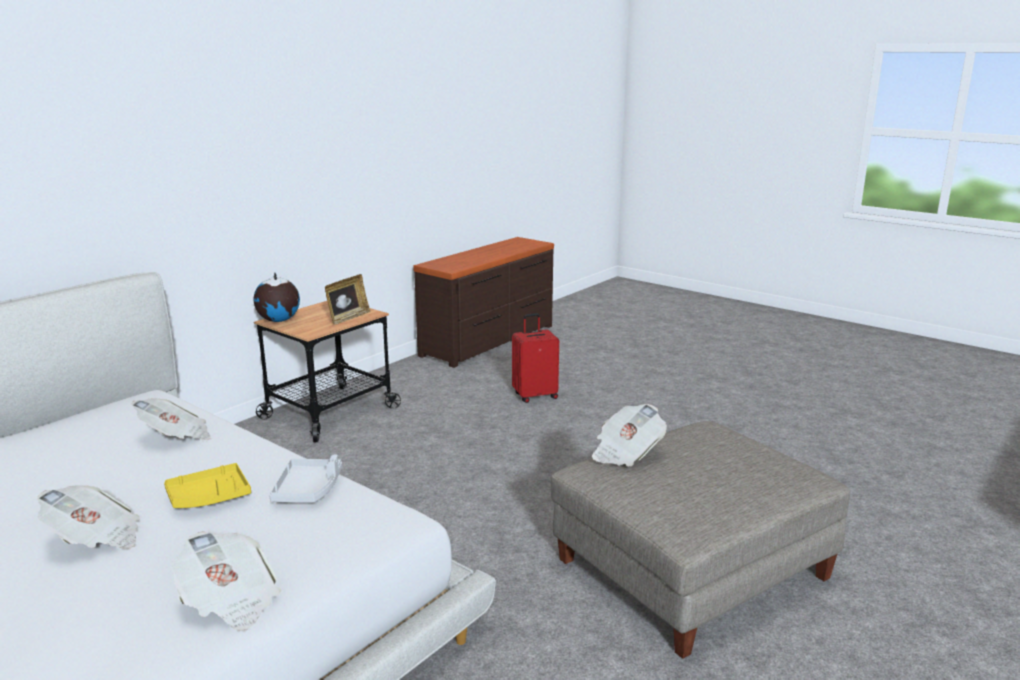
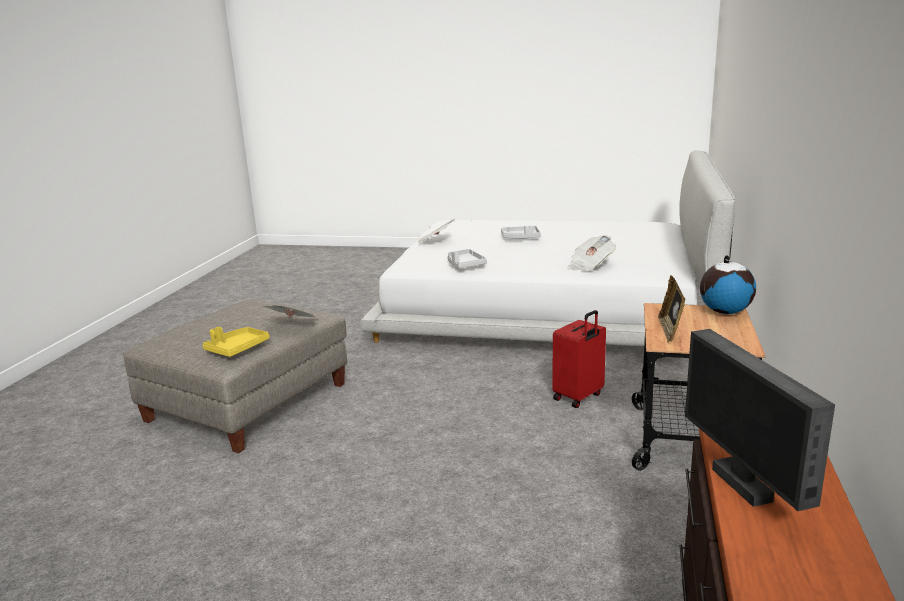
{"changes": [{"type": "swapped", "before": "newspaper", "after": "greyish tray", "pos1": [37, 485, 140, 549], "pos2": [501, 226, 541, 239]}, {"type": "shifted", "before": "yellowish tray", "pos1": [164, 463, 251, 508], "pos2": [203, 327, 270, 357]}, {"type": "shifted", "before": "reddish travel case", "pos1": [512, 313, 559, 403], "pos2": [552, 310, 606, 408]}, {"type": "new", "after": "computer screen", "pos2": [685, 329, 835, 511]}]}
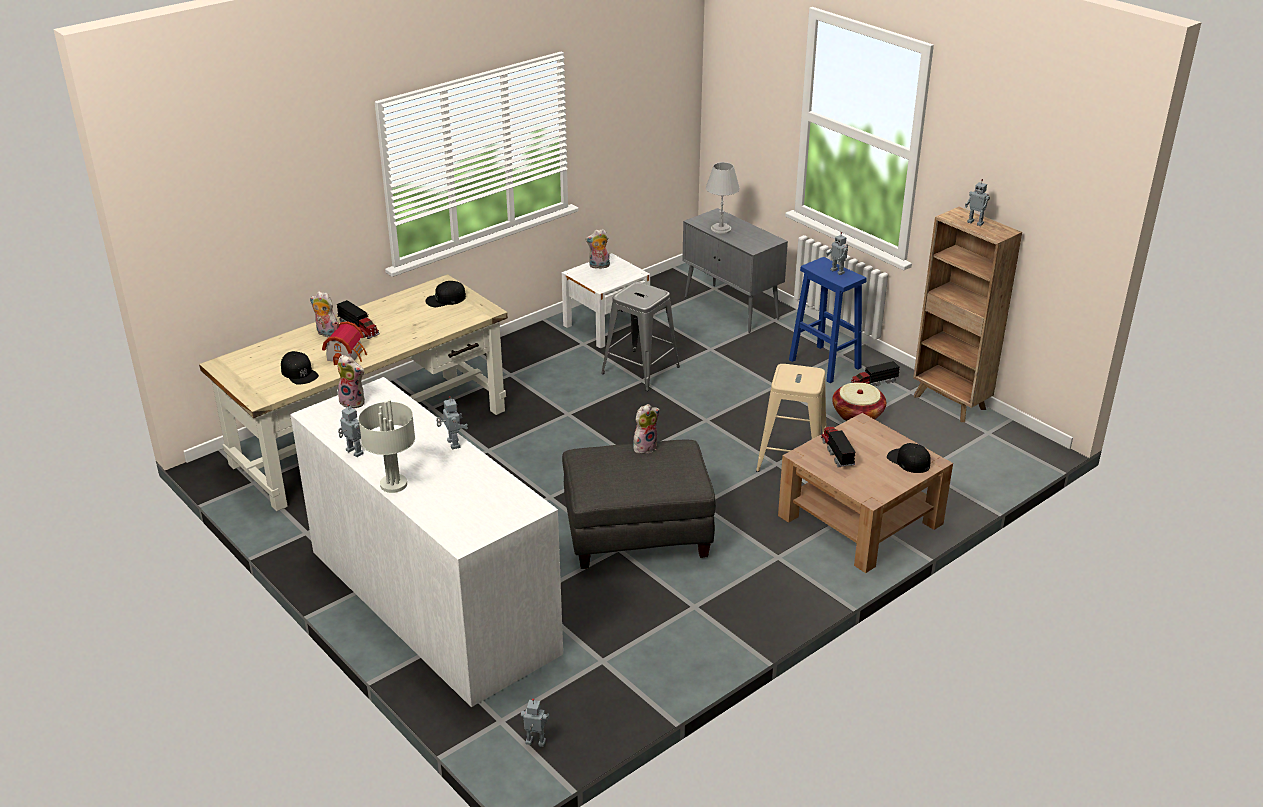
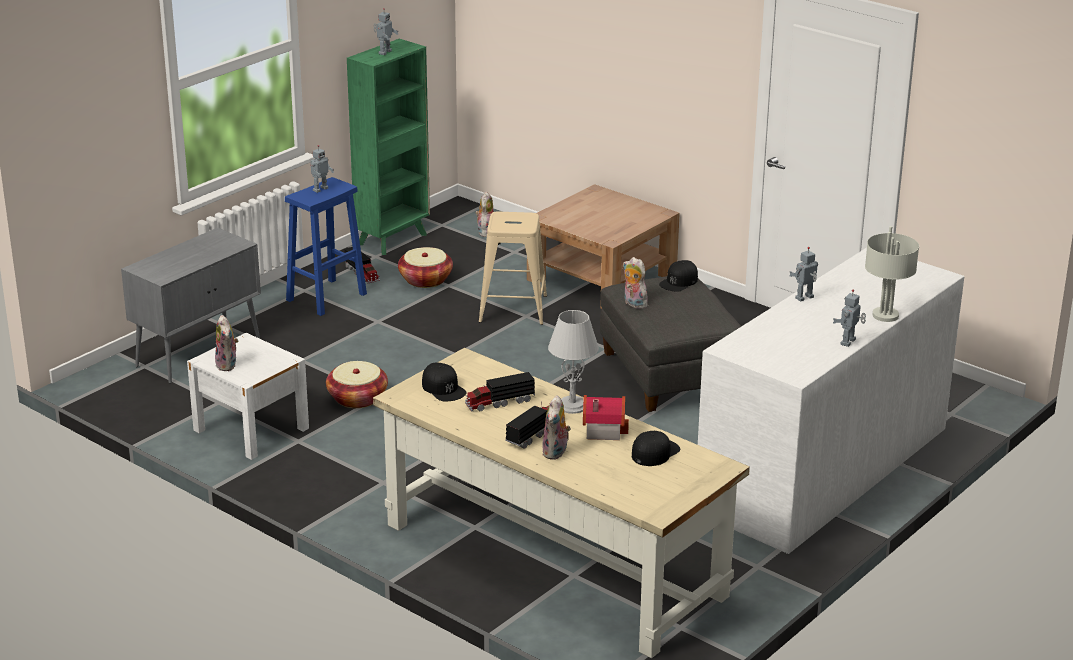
{"changes": [{"type": "shifted", "before": "cuddly toy", "pos1": [337, 355, 365, 409], "pos2": [475, 191, 494, 237]}, {"type": "gone", "before": "toy robot", "pos1": [521, 698, 550, 747]}, {"type": "swapped", "before": "greyish stool", "after": "household basket", "pos1": [601, 282, 680, 391], "pos2": [326, 361, 388, 408]}, {"type": "shifted", "before": "greyish tabletop lamp", "pos1": [706, 162, 740, 234], "pos2": [548, 310, 599, 414]}, {"type": "shifted", "before": "toy lorry", "pos1": [821, 427, 855, 467], "pos2": [465, 372, 535, 412]}, {"type": "shifted", "before": "black baseball cap", "pos1": [887, 443, 931, 473], "pos2": [659, 260, 698, 292]}, {"type": "repainted", "before": "brown-coloured bookshelf", "after": "green bookshelf", "pos1": [913, 207, 1022, 422], "pos2": [347, 39, 430, 255]}]}
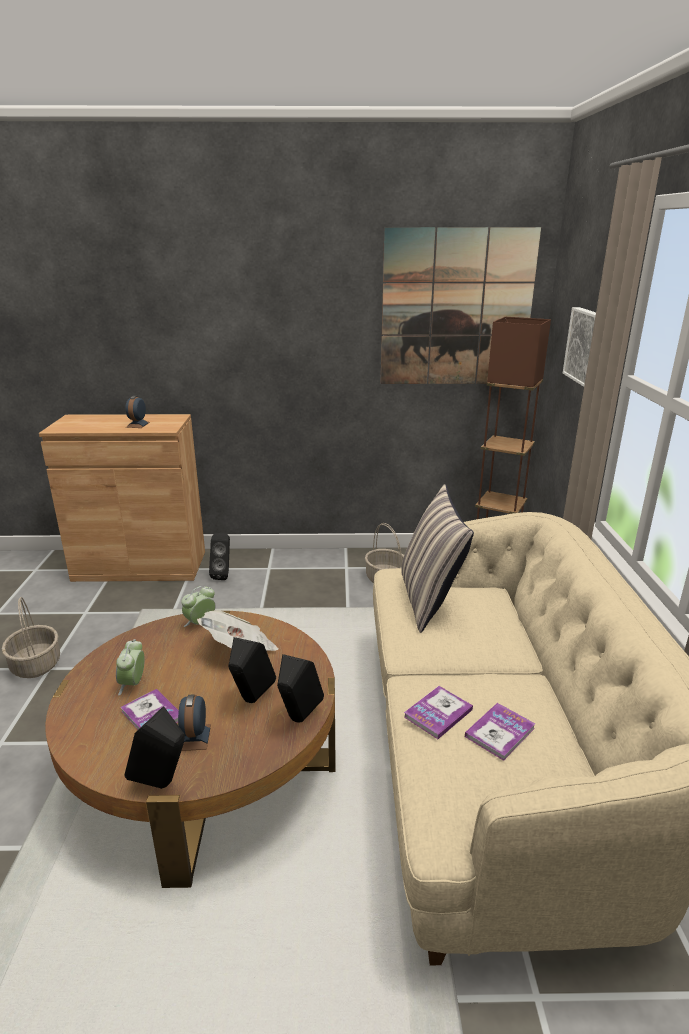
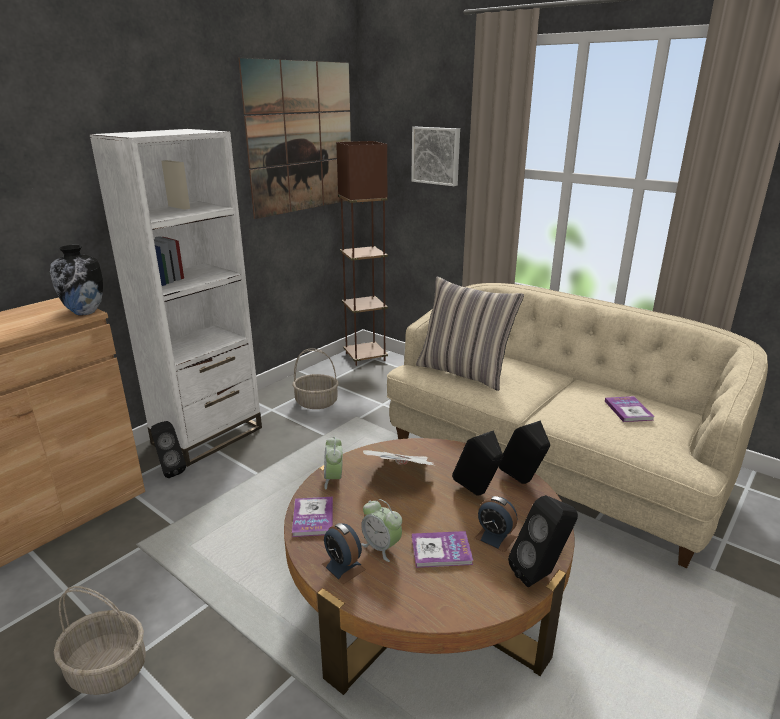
{"changes": [{"type": "shifted", "before": "alarm clock", "pos1": [125, 396, 150, 428], "pos2": [322, 523, 366, 584]}, {"type": "shifted", "before": "book", "pos1": [404, 686, 473, 739], "pos2": [292, 497, 333, 537]}, {"type": "new", "after": "decorative vase", "pos2": [50, 245, 103, 315]}, {"type": "new", "after": "white bookshelf", "pos2": [89, 129, 262, 467]}]}
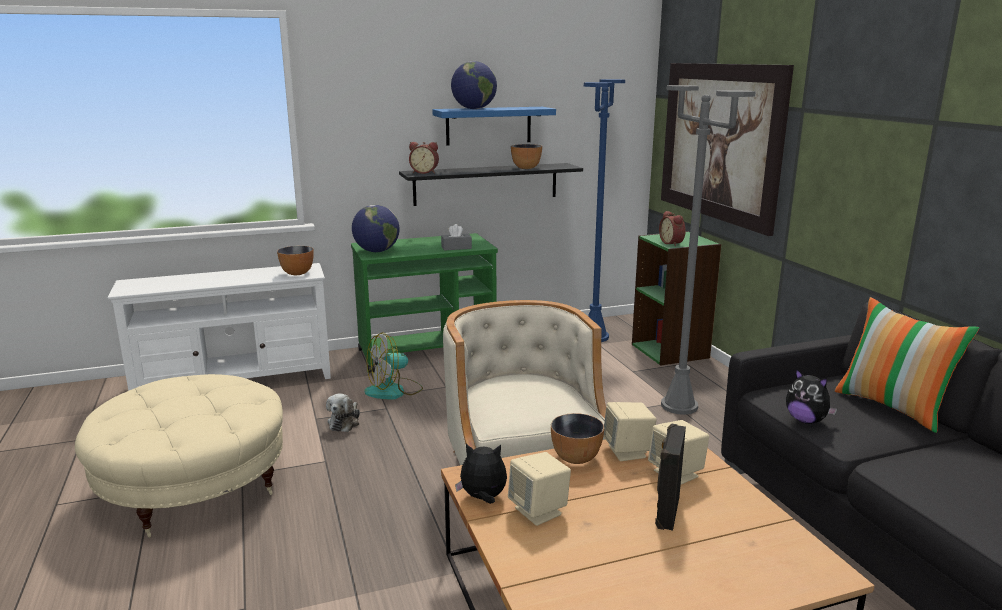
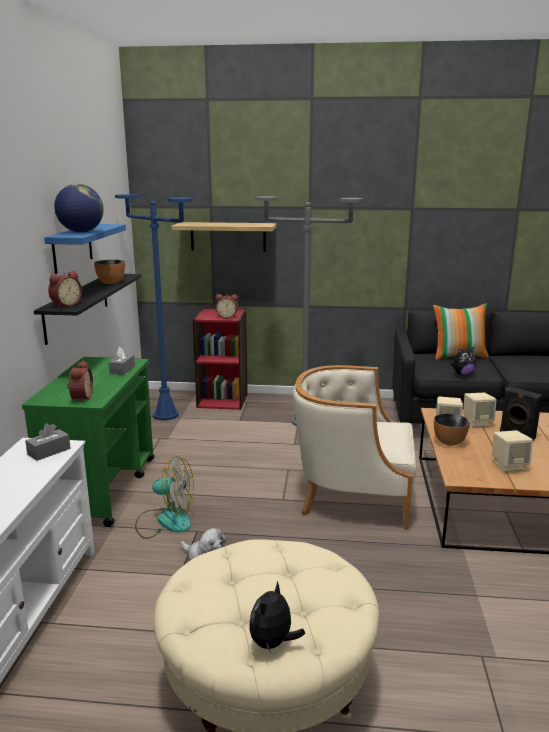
{"changes": [{"type": "swapped", "before": "deep dish", "after": "greyish tissue holder", "pos1": [277, 246, 314, 275], "pos2": [25, 423, 70, 461]}, {"type": "swapped", "before": "globe", "after": "alarm clock", "pos1": [352, 205, 400, 252], "pos2": [67, 361, 93, 403]}, {"type": "rotated", "before": "cooling fan", "pos1": [364, 332, 423, 400], "pos2": [135, 456, 194, 539], "turn": -75}, {"type": "shifted", "before": "cuddly toy", "pos1": [455, 444, 507, 504], "pos2": [249, 581, 305, 653]}, {"type": "repainted", "before": "green bookshelf", "after": "reddish bookshelf", "pos1": [632, 231, 721, 366], "pos2": [193, 309, 248, 410]}, {"type": "swapped", "before": "wall picture", "after": "wall shelf", "pos1": [661, 63, 794, 236], "pos2": [172, 222, 276, 252]}]}
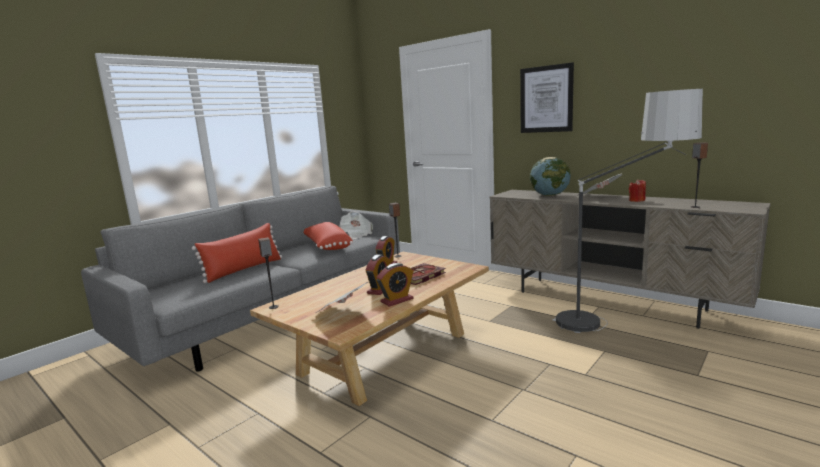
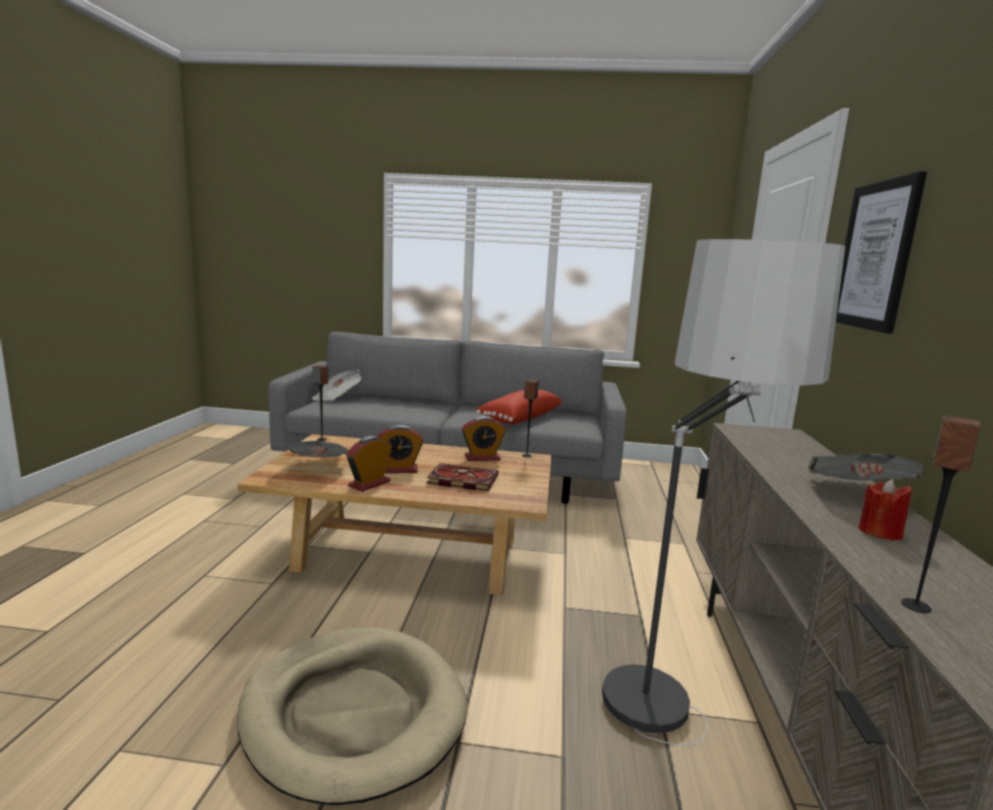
{"changes": [{"type": "gone", "before": "reddish pillow", "pos1": [192, 223, 282, 283]}, {"type": "shifted", "before": "newspaper", "pos1": [339, 212, 373, 239], "pos2": [312, 369, 361, 401]}, {"type": "rotated", "before": "alarm clock", "pos1": [376, 263, 414, 307], "pos2": [346, 436, 392, 492], "turn": 105}, {"type": "gone", "before": "globe", "pos1": [530, 157, 571, 196]}, {"type": "new", "after": "beige dog bed", "pos2": [237, 627, 467, 805]}]}
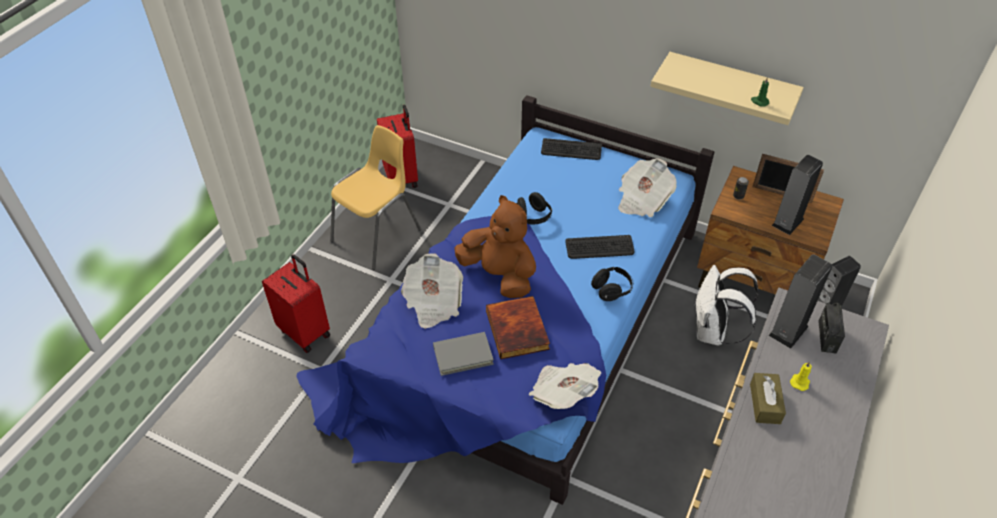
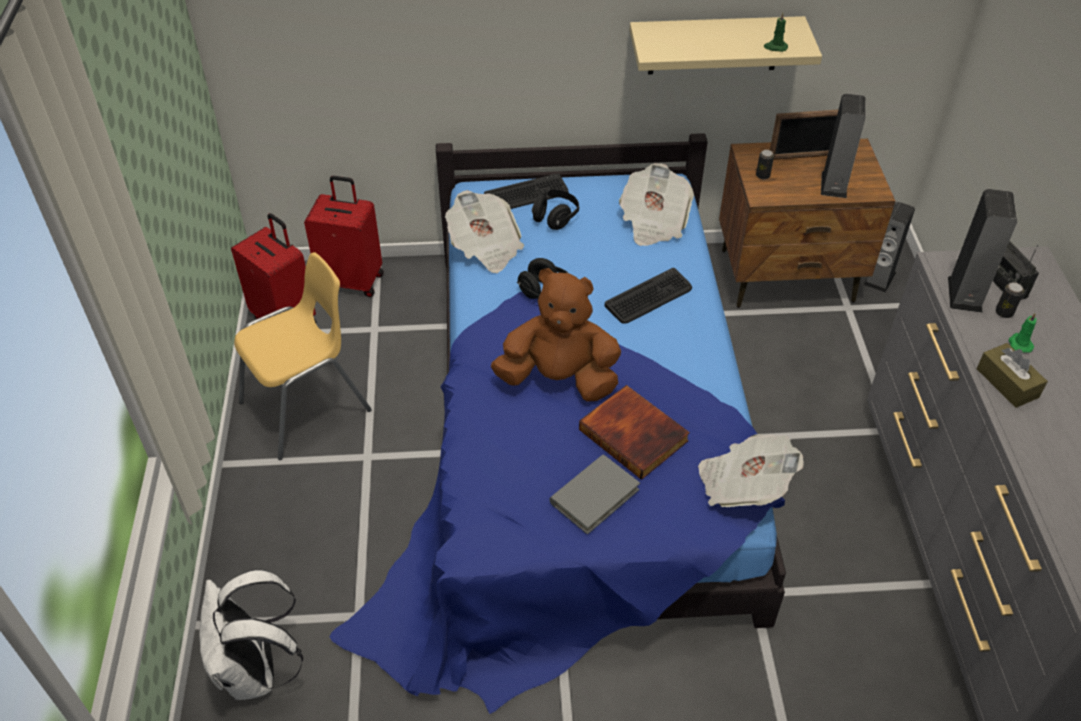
{"changes": [{"type": "shifted", "before": "reddish travel case", "pos1": [262, 254, 330, 353], "pos2": [304, 176, 384, 297]}, {"type": "rotated", "before": "yellowish plain chair", "pos1": [330, 125, 421, 270], "pos2": [234, 252, 372, 460], "turn": 45}, {"type": "shifted", "before": "newspaper", "pos1": [401, 253, 463, 329], "pos2": [445, 190, 524, 273]}, {"type": "shifted", "before": "black pair of headphones", "pos1": [591, 267, 633, 301], "pos2": [532, 190, 579, 230]}, {"type": "shifted", "before": "white knapsack", "pos1": [694, 265, 758, 345], "pos2": [199, 569, 303, 700]}, {"type": "repainted", "before": "yellowish candle", "after": "green candle", "pos1": [790, 361, 812, 391], "pos2": [1009, 313, 1036, 353]}, {"type": "new", "after": "metal can", "pos2": [996, 282, 1024, 318]}]}
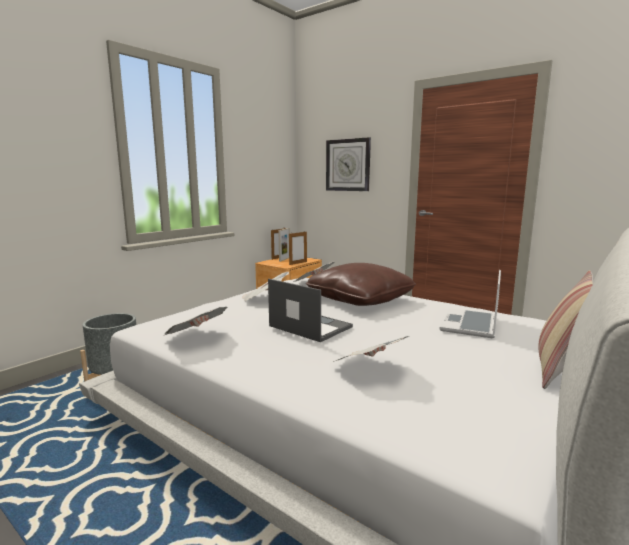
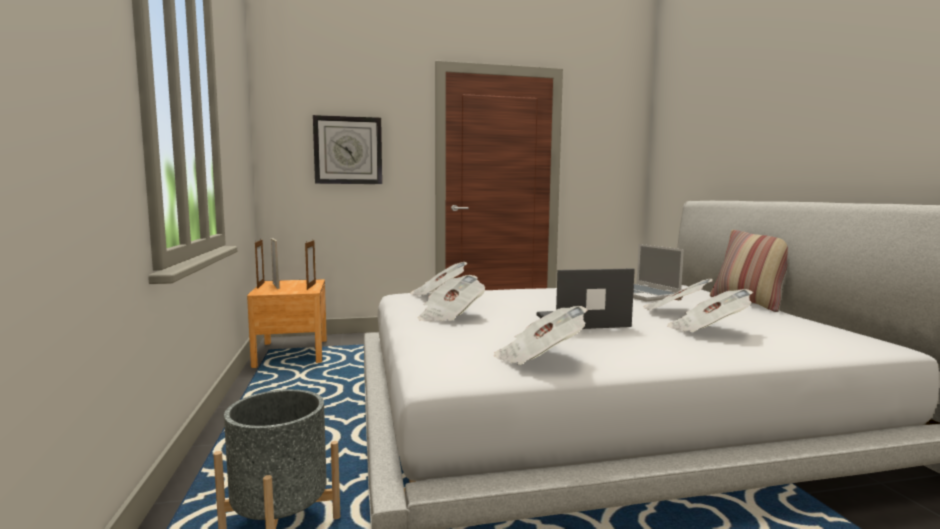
{"changes": [{"type": "gone", "before": "brown-coloured pillow", "pos1": [306, 263, 416, 306]}, {"type": "new", "after": "newspaper", "pos2": [643, 279, 713, 310]}]}
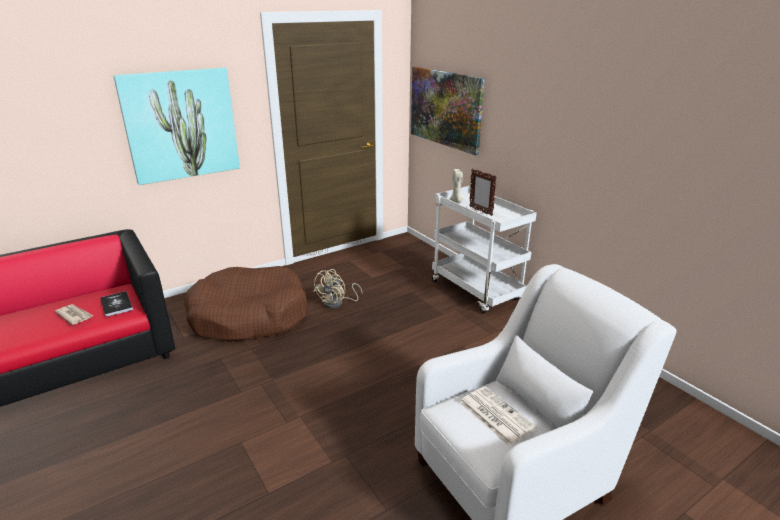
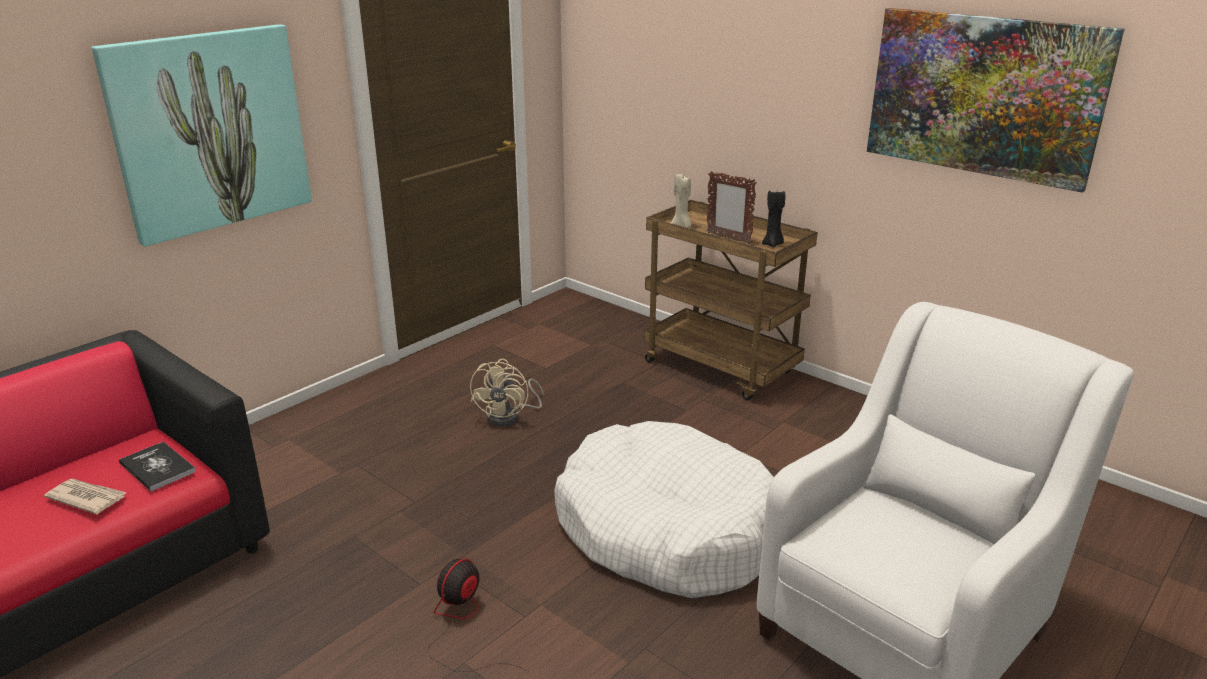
{"changes": [{"type": "gone", "before": "brown-coloured dog bed", "pos1": [184, 266, 308, 342]}, {"type": "shifted", "before": "wall picture", "pos1": [411, 67, 485, 155], "pos2": [867, 8, 1125, 193]}, {"type": "repainted", "before": "white trolley", "after": "brown-coloured trolley", "pos1": [432, 186, 537, 314], "pos2": [644, 200, 818, 400]}, {"type": "gone", "before": "newspaper", "pos1": [459, 387, 537, 446]}, {"type": "new", "after": "cooling fan", "pos2": [428, 559, 528, 672]}, {"type": "new", "after": "white dog bed", "pos2": [554, 421, 774, 598]}, {"type": "new", "after": "black candle", "pos2": [762, 190, 785, 248]}]}
